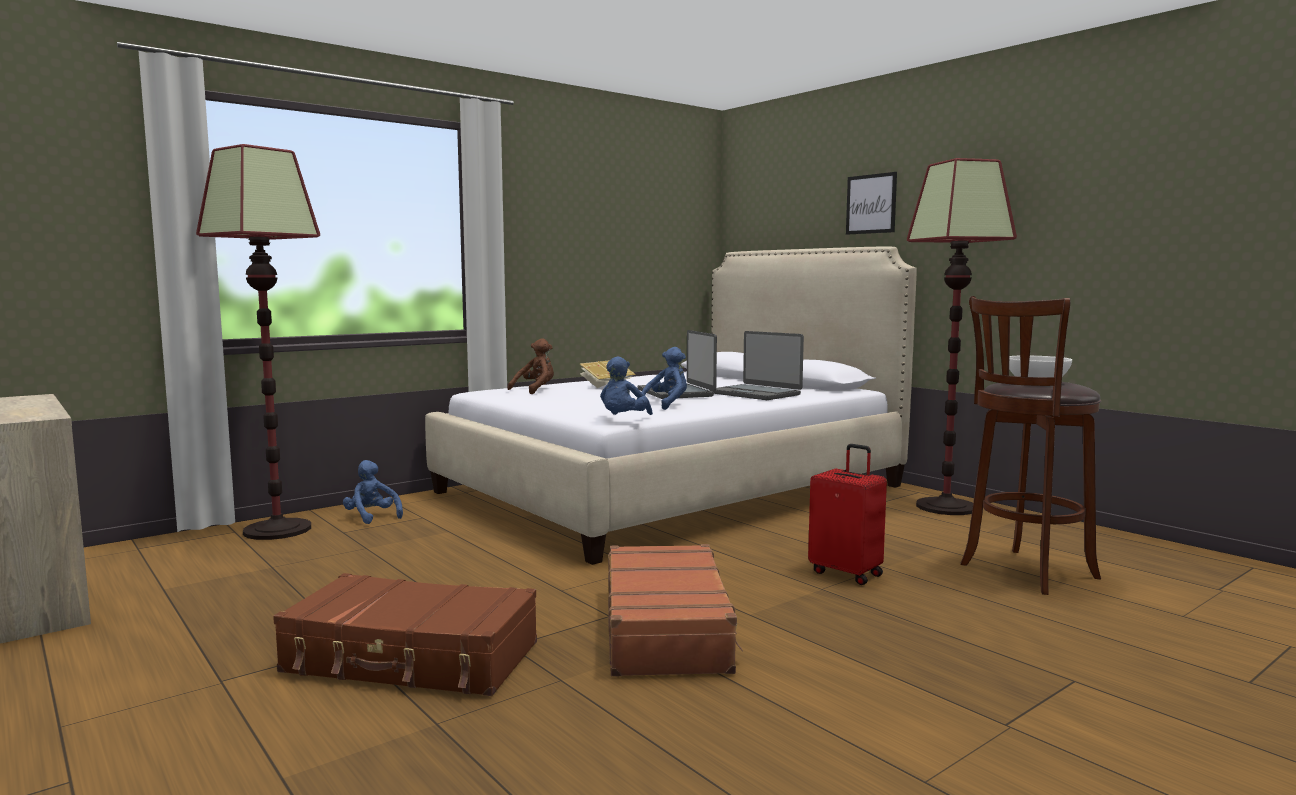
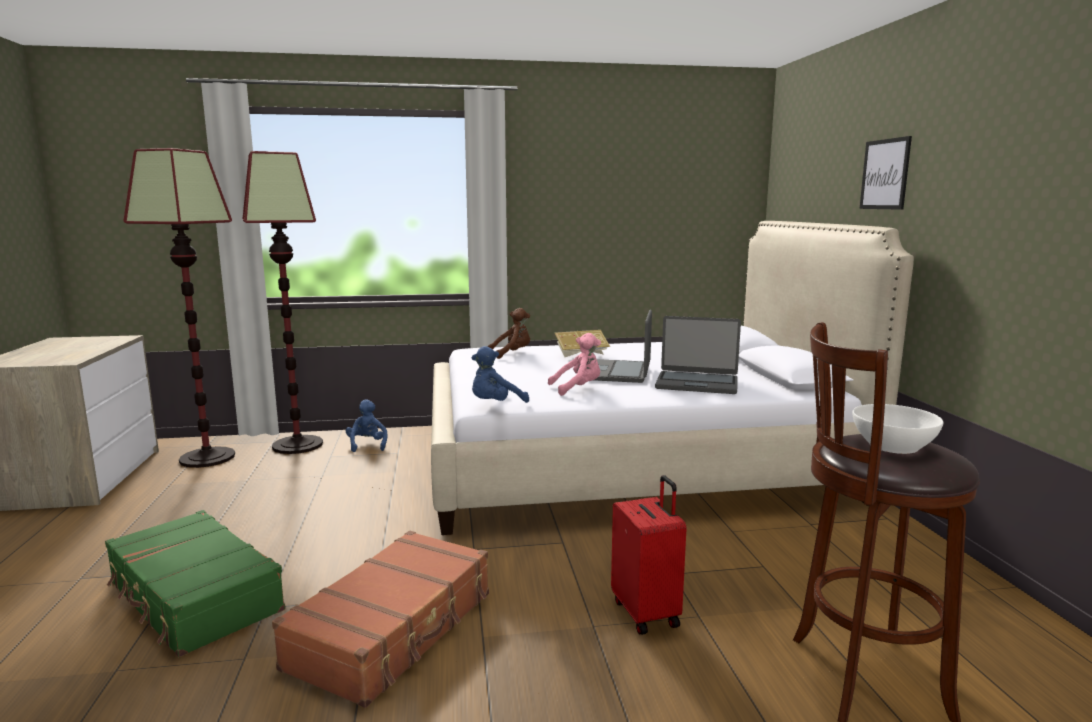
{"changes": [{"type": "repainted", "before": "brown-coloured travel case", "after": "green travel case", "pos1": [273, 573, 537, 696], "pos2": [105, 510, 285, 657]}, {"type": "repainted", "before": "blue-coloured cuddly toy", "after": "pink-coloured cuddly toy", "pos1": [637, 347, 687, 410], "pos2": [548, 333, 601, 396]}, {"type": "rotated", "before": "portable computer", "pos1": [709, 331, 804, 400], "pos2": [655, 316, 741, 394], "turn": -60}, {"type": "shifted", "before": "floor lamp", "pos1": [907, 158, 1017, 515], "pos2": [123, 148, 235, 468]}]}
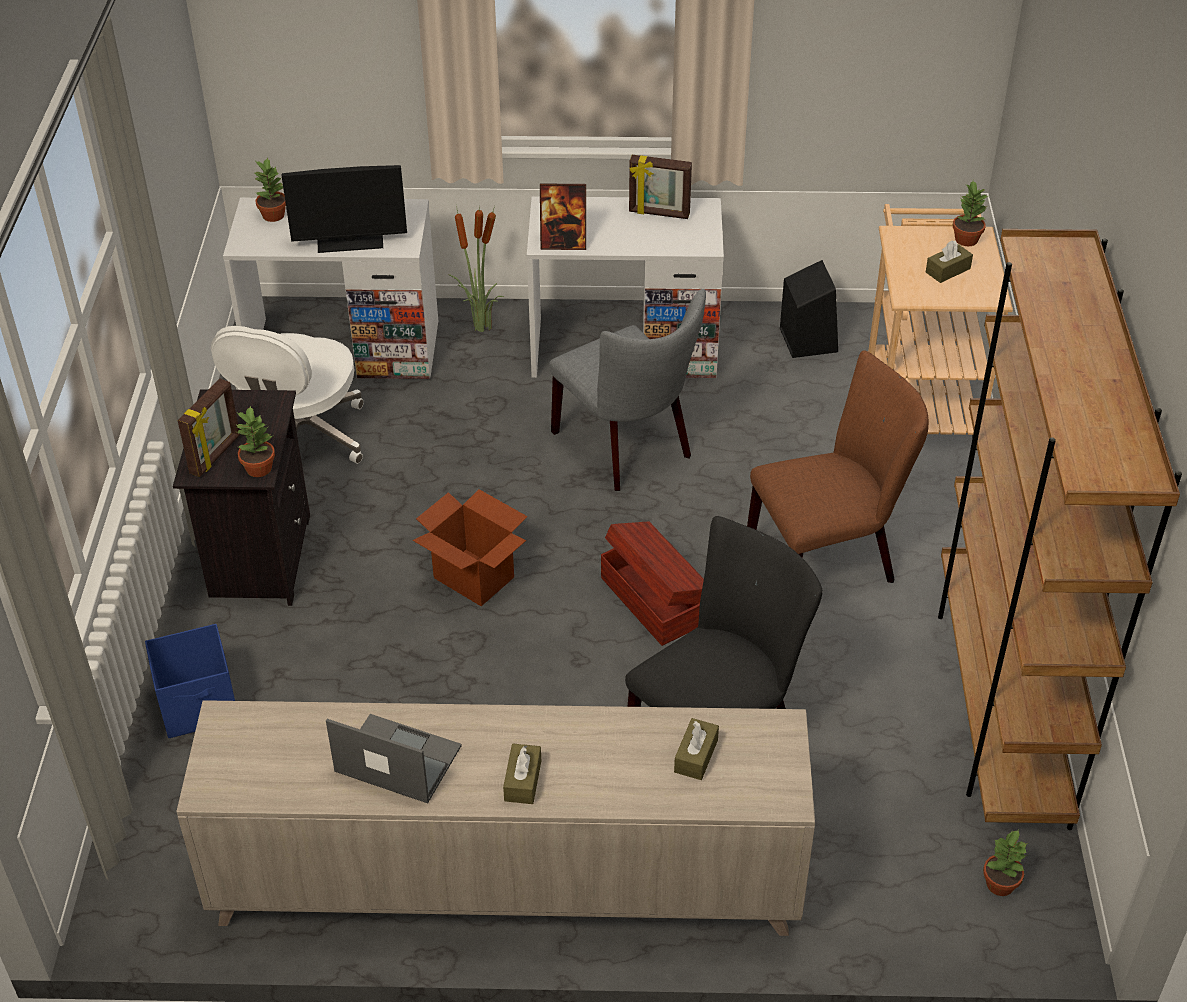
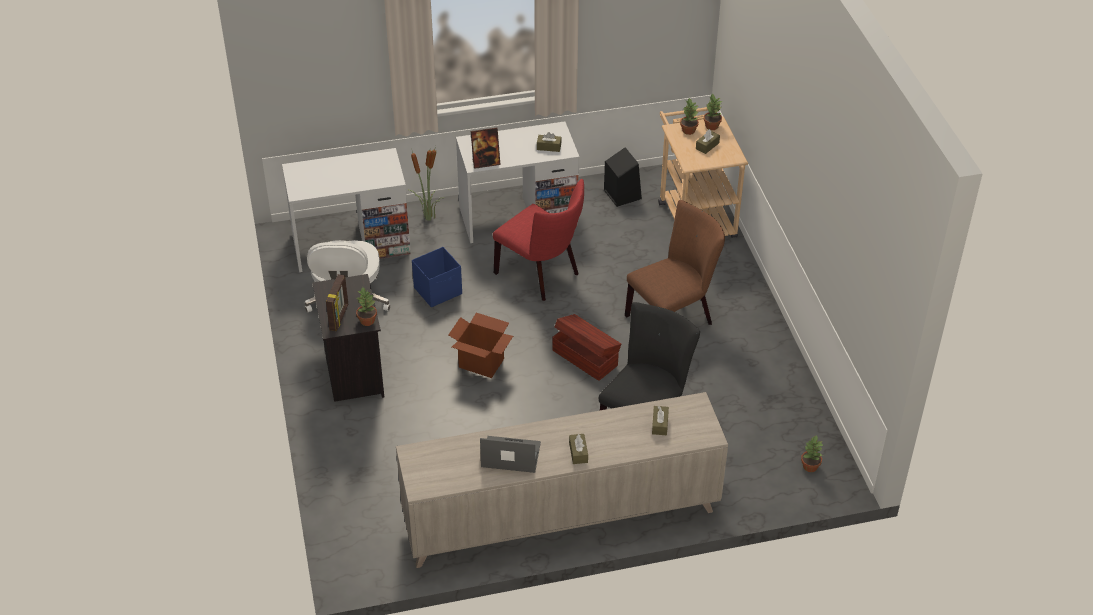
{"changes": [{"type": "shifted", "before": "blue-coloured storage bin", "pos1": [145, 624, 235, 738], "pos2": [412, 247, 462, 307]}, {"type": "shifted", "before": "potted plant", "pos1": [254, 158, 286, 222], "pos2": [680, 98, 699, 135]}, {"type": "gone", "before": "computer screen", "pos1": [282, 165, 407, 253]}, {"type": "repainted", "before": "greyish plain chair", "after": "reddish plain chair", "pos1": [549, 289, 706, 491], "pos2": [493, 179, 584, 301]}, {"type": "gone", "before": "standing frame", "pos1": [629, 155, 692, 219]}, {"type": "gone", "before": "brown-coloured bookshelf", "pos1": [938, 229, 1182, 830]}, {"type": "new", "after": "brown-coloured tissue holder", "pos2": [537, 132, 562, 152]}]}
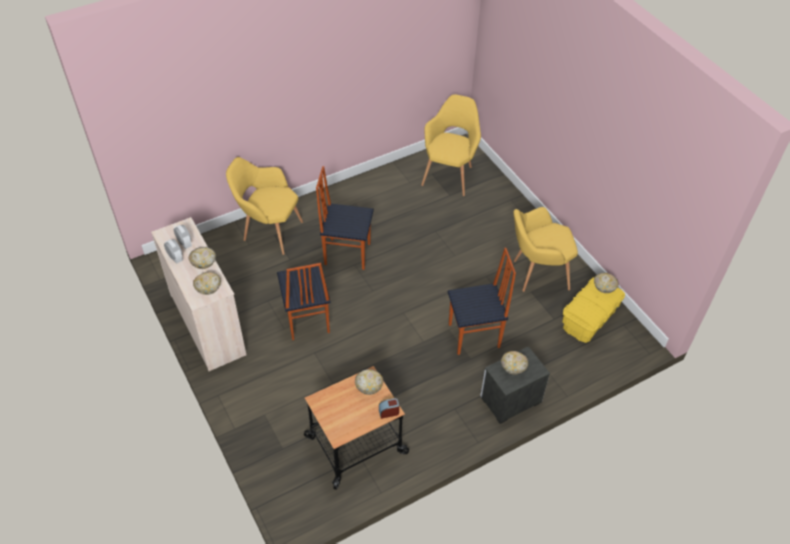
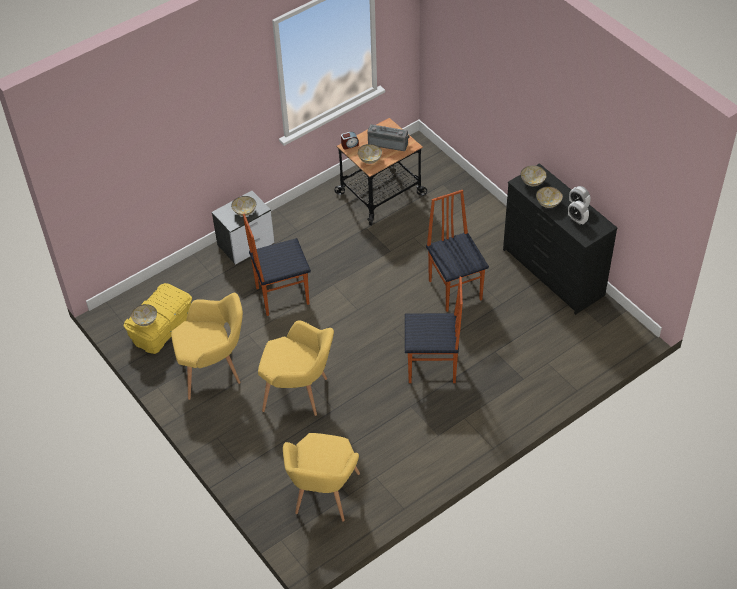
{"changes": [{"type": "repainted", "before": "beige dresser", "after": "black dresser", "pos1": [151, 217, 246, 371], "pos2": [503, 163, 618, 315]}, {"type": "shifted", "before": "yellowish lounge chair", "pos1": [226, 157, 303, 255], "pos2": [258, 320, 334, 416]}, {"type": "new", "after": "radio set", "pos2": [368, 124, 410, 151]}]}
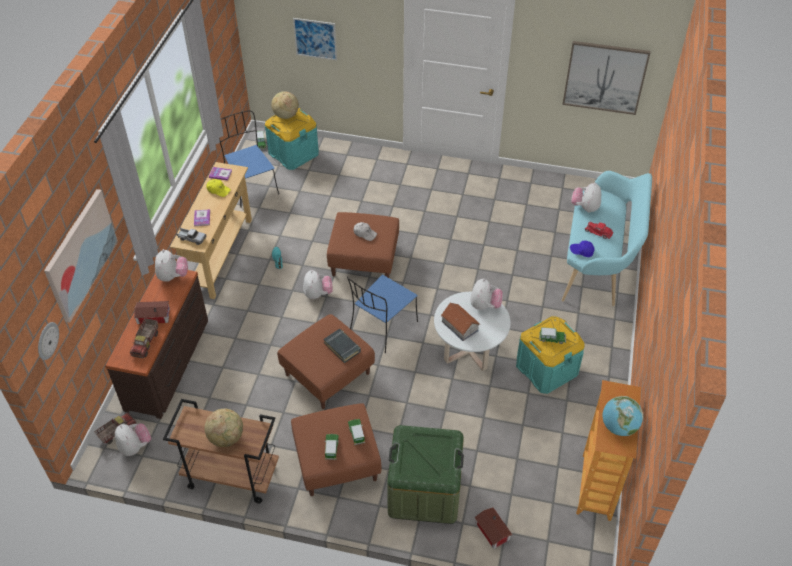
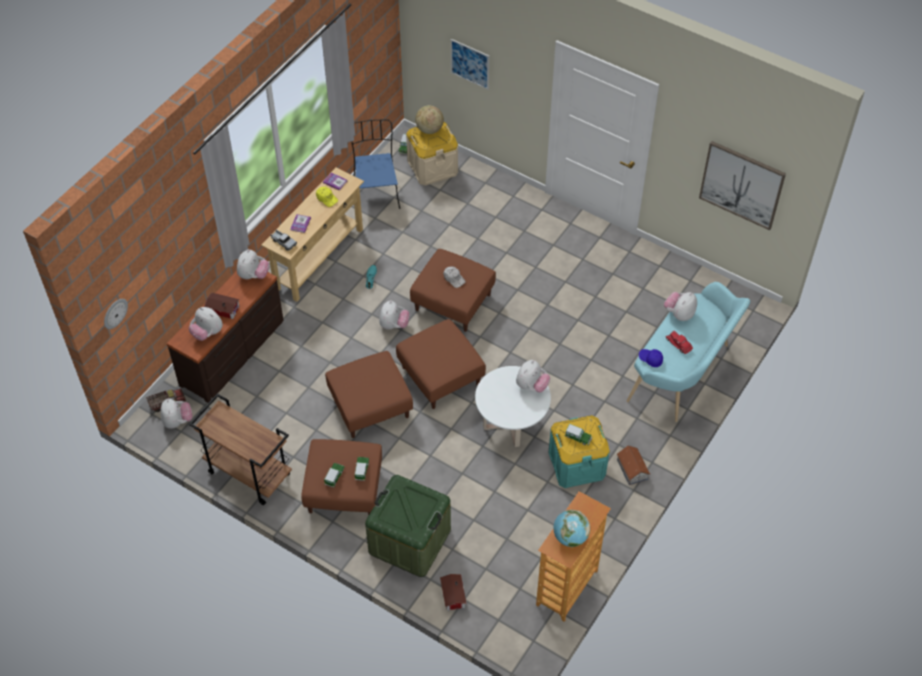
{"changes": [{"type": "gone", "before": "wall picture", "pos1": [44, 189, 118, 323]}, {"type": "swapped", "before": "toy lorry", "after": "cuddly toy", "pos1": [130, 318, 158, 358], "pos2": [189, 307, 223, 341]}, {"type": "gone", "before": "globe", "pos1": [205, 409, 243, 447]}, {"type": "repainted", "before": "turquoise storage bin", "after": "beige storage bin", "pos1": [265, 108, 319, 170], "pos2": [406, 122, 458, 185]}, {"type": "gone", "before": "black book", "pos1": [323, 329, 361, 363]}, {"type": "swapped", "before": "blue-coloured plain chair", "after": "brown-coloured ottoman", "pos1": [347, 274, 418, 353], "pos2": [396, 319, 486, 409]}, {"type": "shifted", "before": "model house", "pos1": [441, 303, 480, 341], "pos2": [617, 445, 650, 485]}]}
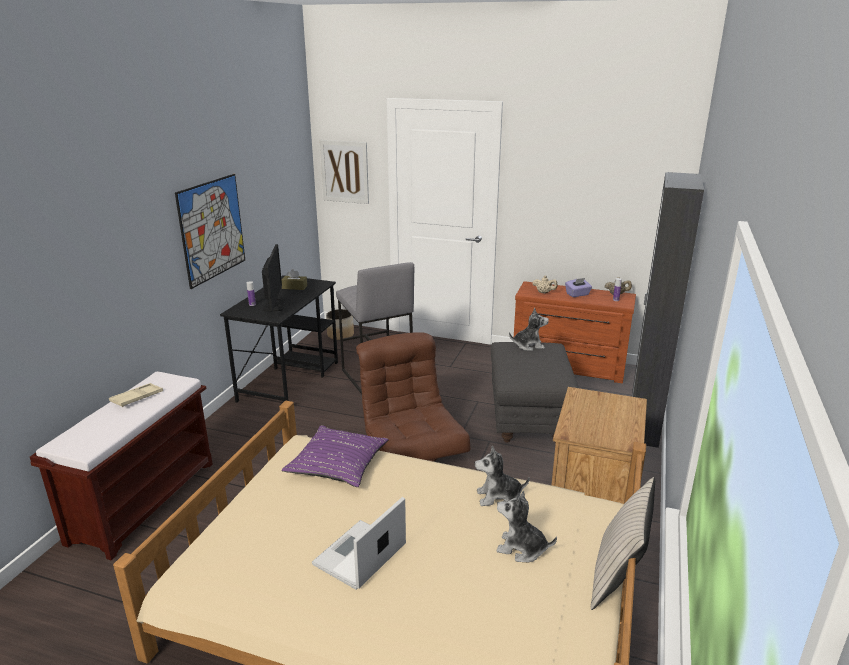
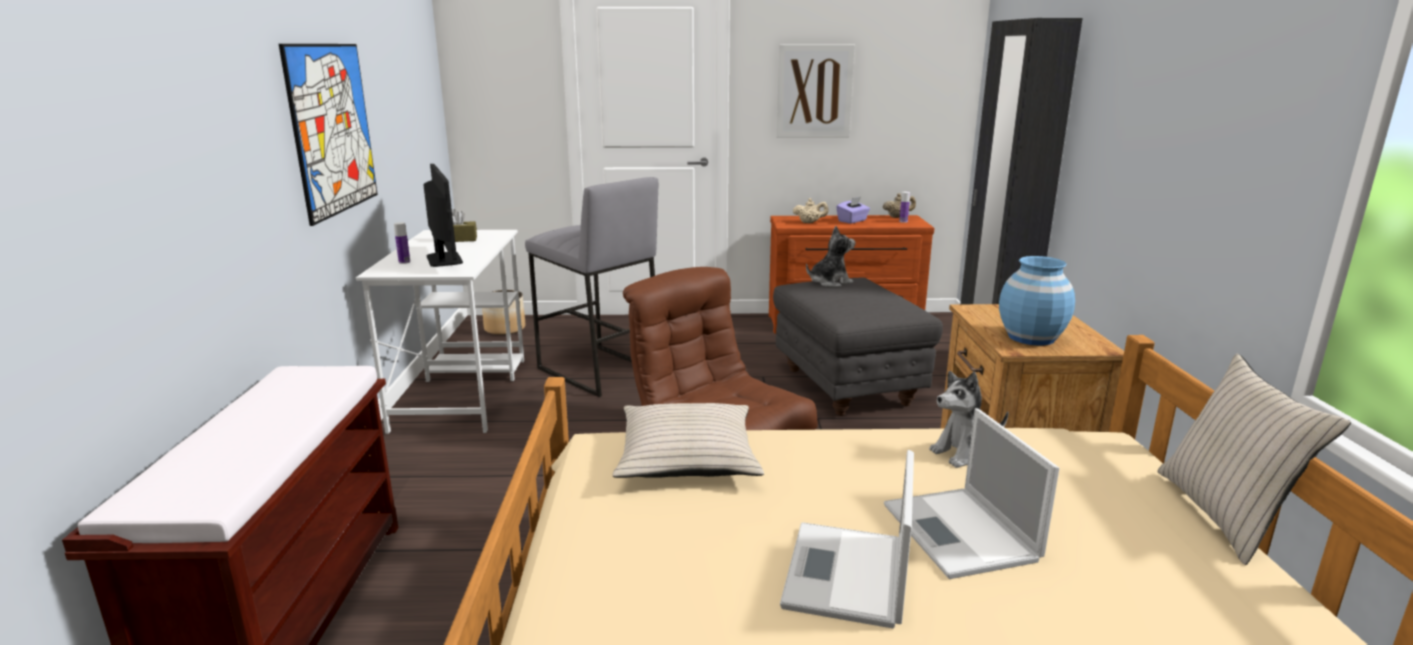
{"changes": [{"type": "gone", "before": "beige tray", "pos1": [109, 383, 163, 407]}, {"type": "repainted", "before": "black desk unit", "after": "white desk unit", "pos1": [220, 275, 338, 403], "pos2": [356, 230, 524, 434]}, {"type": "repainted", "before": "purple-coloured pillow", "after": "beige pillow", "pos1": [282, 425, 389, 487], "pos2": [613, 403, 764, 478]}, {"type": "shifted", "before": "wall picture", "pos1": [320, 140, 369, 204], "pos2": [777, 45, 855, 138]}, {"type": "gone", "before": "cuddly toy", "pos1": [496, 490, 557, 562]}, {"type": "new", "after": "portable computer", "pos2": [884, 408, 1060, 579]}, {"type": "new", "after": "blue-coloured decorative vase", "pos2": [999, 256, 1075, 346]}]}
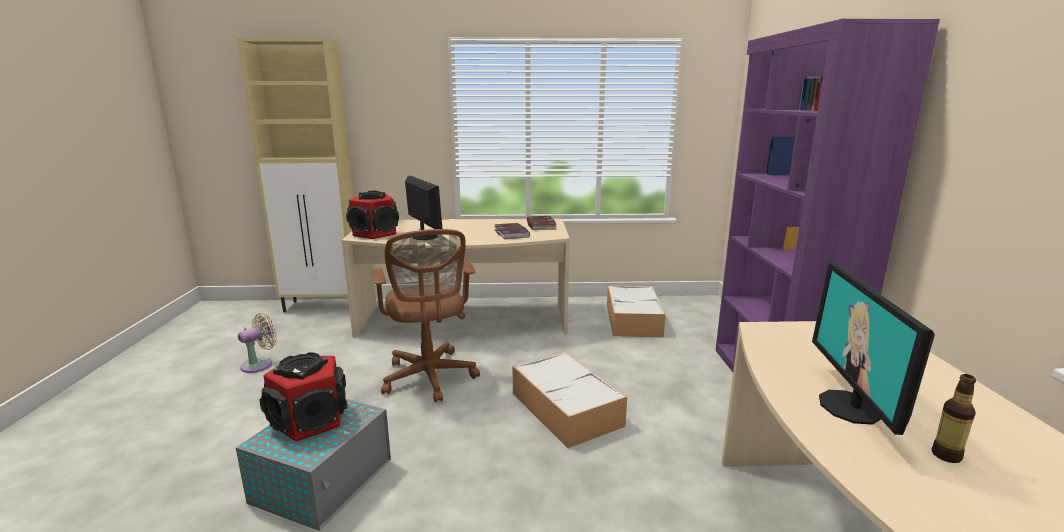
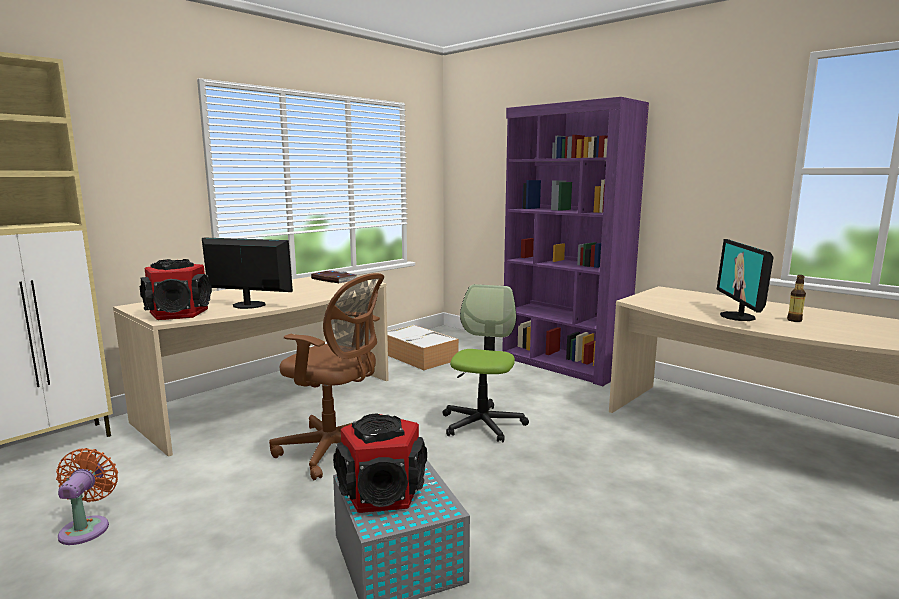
{"changes": [{"type": "repainted", "before": "beige cooling fan", "after": "orange cooling fan", "pos1": [238, 313, 277, 373], "pos2": [56, 448, 118, 545]}, {"type": "gone", "before": "book", "pos1": [494, 223, 530, 239]}, {"type": "swapped", "before": "storage bin", "after": "desk chair", "pos1": [513, 352, 627, 448], "pos2": [442, 284, 529, 442]}, {"type": "rotated", "before": "computer screen", "pos1": [812, 263, 935, 435], "pos2": [717, 239, 774, 321], "turn": 45}]}
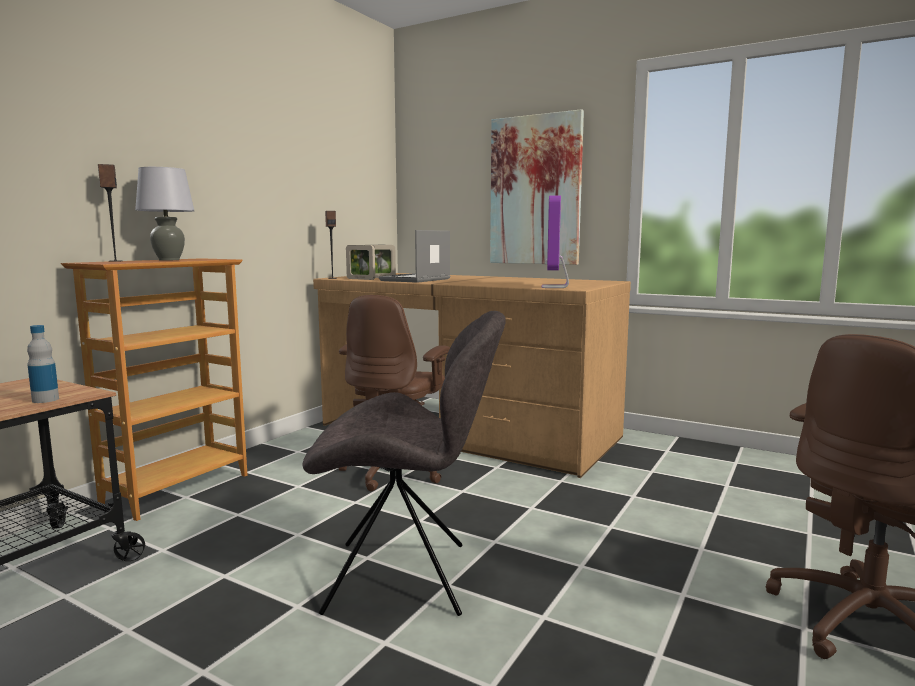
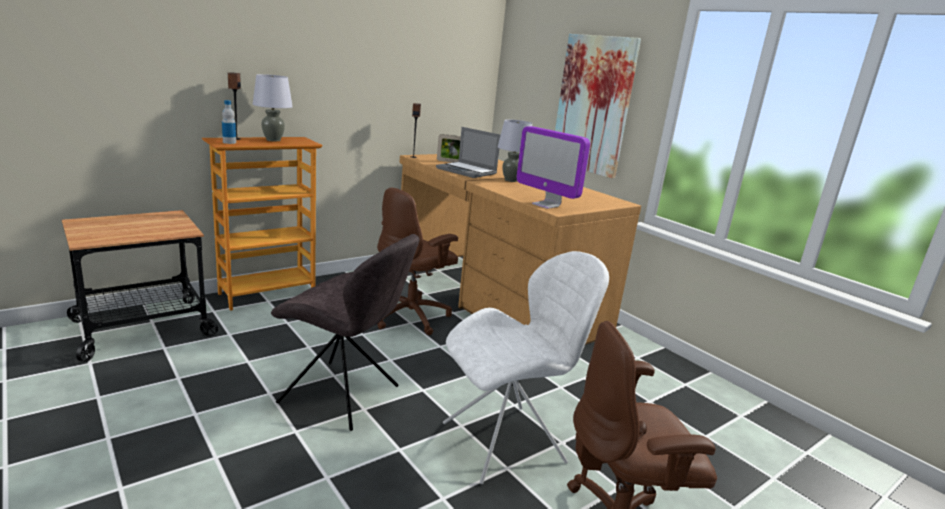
{"changes": [{"type": "shifted", "before": "beverage bottle", "pos1": [27, 325, 59, 403], "pos2": [222, 100, 236, 144]}, {"type": "gone", "before": "standing frame", "pos1": [346, 245, 375, 280]}, {"type": "rotated", "before": "portable computer", "pos1": [379, 230, 450, 283], "pos2": [436, 127, 500, 178], "turn": -105}, {"type": "rotated", "before": "computer screen", "pos1": [542, 196, 569, 288], "pos2": [517, 126, 590, 209], "turn": -75}, {"type": "new", "after": "white plain chair", "pos2": [443, 251, 609, 484]}, {"type": "new", "after": "greyish tabletop lamp", "pos2": [498, 120, 532, 182]}]}
